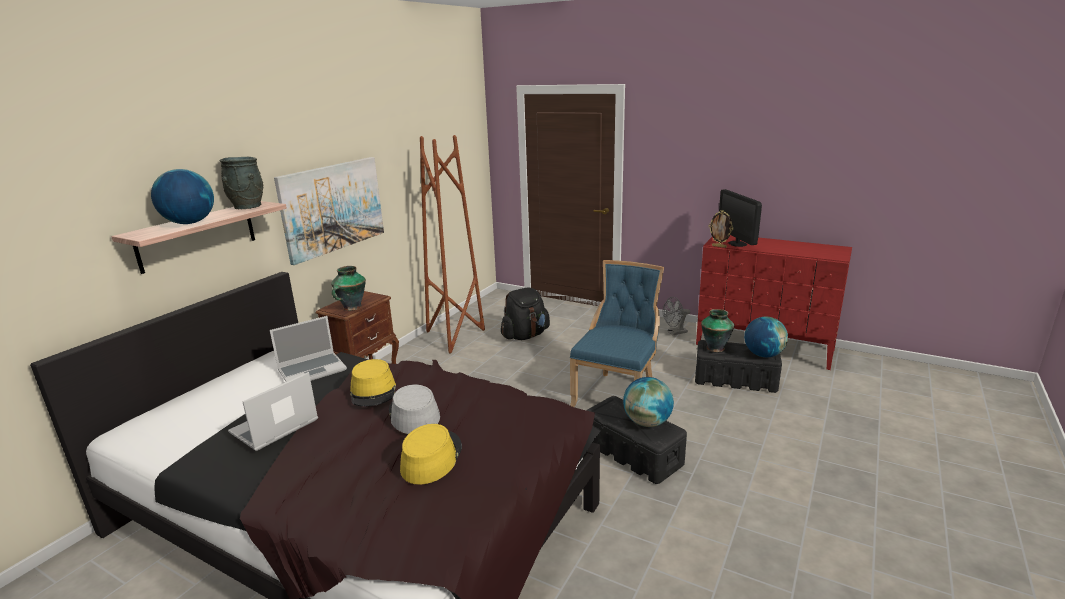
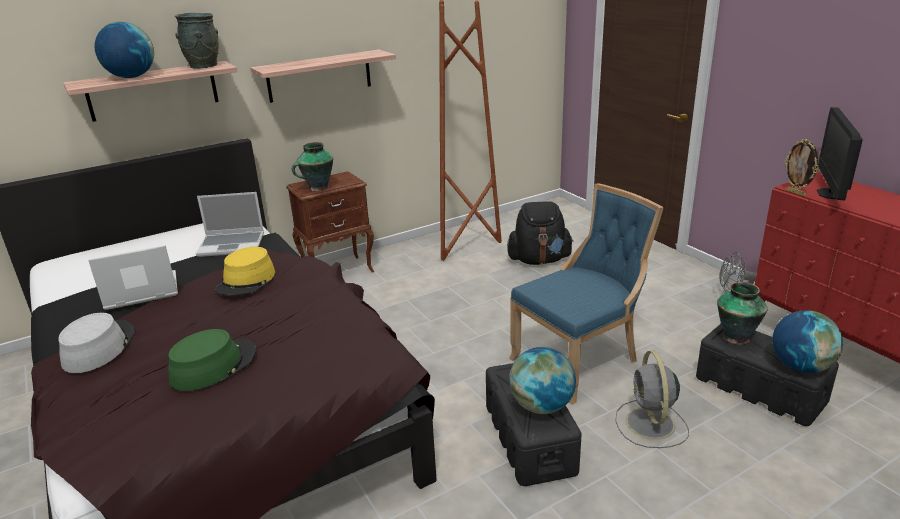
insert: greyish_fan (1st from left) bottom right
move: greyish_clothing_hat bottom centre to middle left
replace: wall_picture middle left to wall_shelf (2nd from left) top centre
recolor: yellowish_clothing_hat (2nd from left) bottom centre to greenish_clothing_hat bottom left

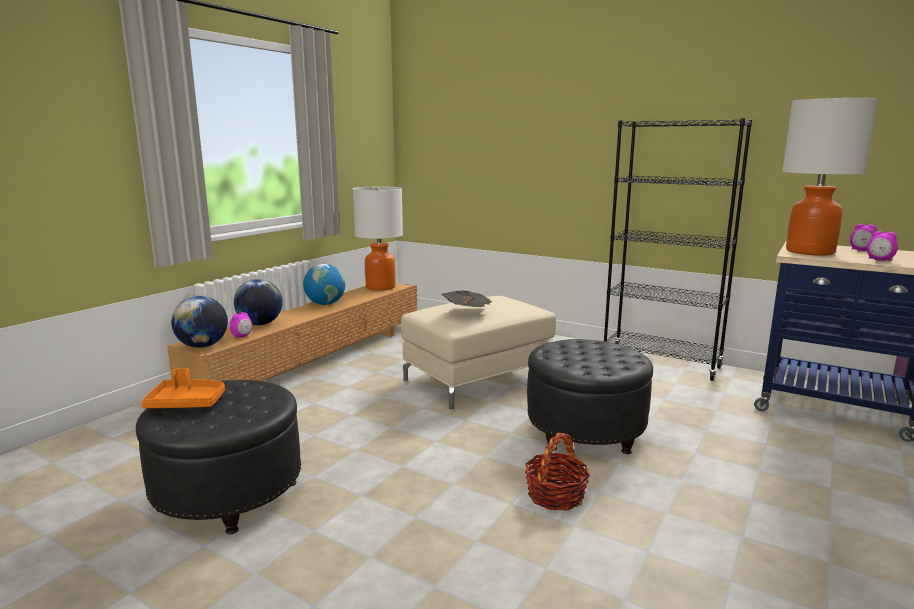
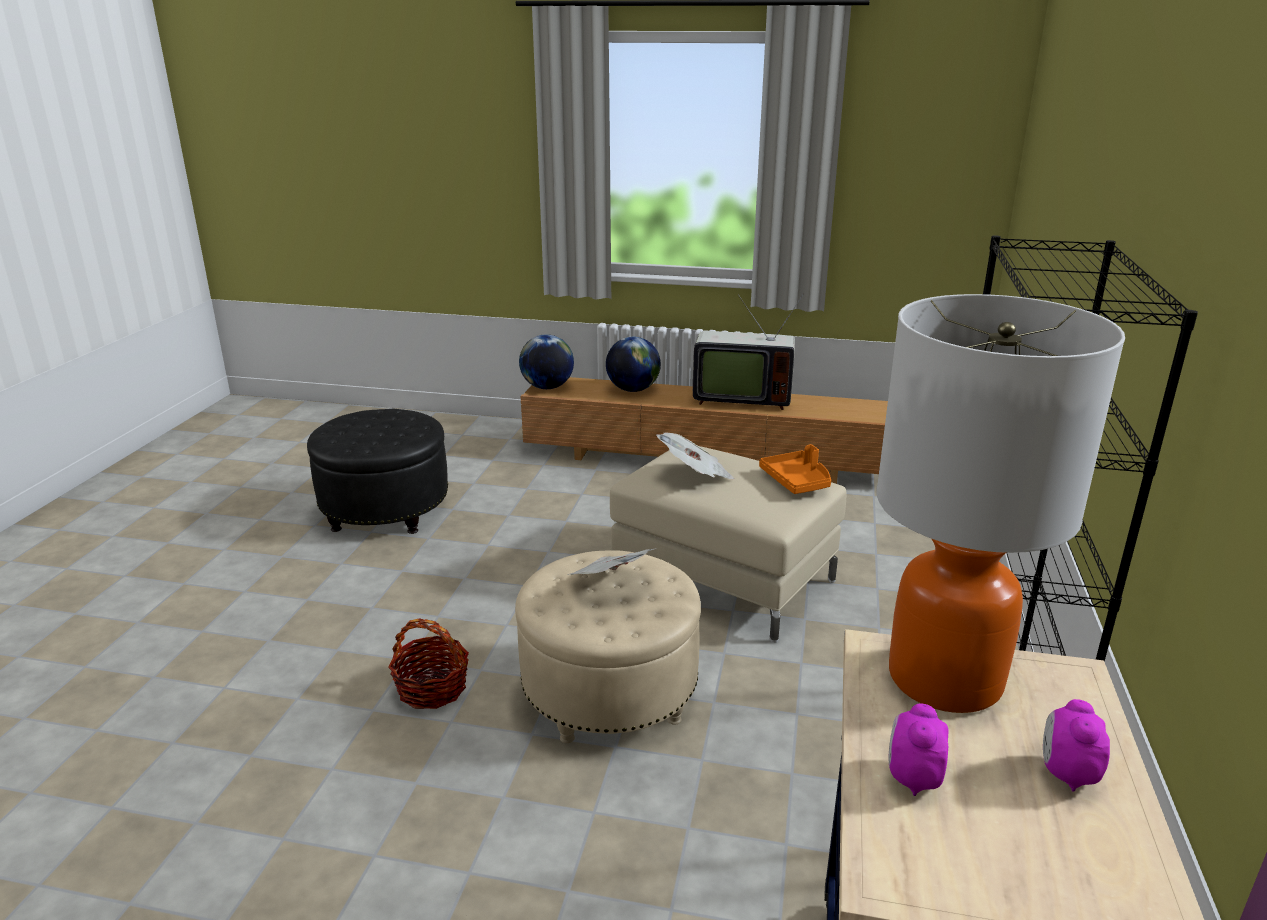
delete: bedside_clock (1st from left) middle left; table_lamp (1st from left) centre
insert: newspaper (1st from left) centre
move: orange-coloured_tray middle left to centre
replace: globe (3rd from left) centre to TV centre
recolor: black_ottoman (2nd from left) centre to beige_ottoman (1st from left) bottom centre

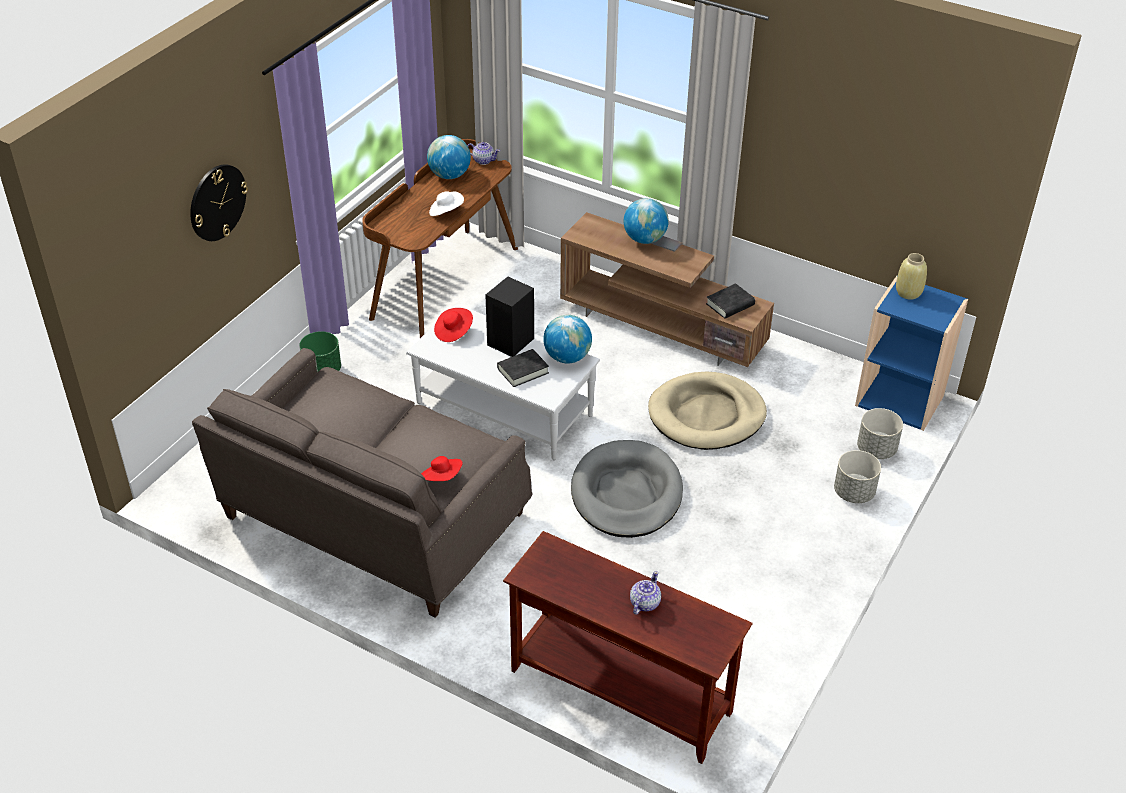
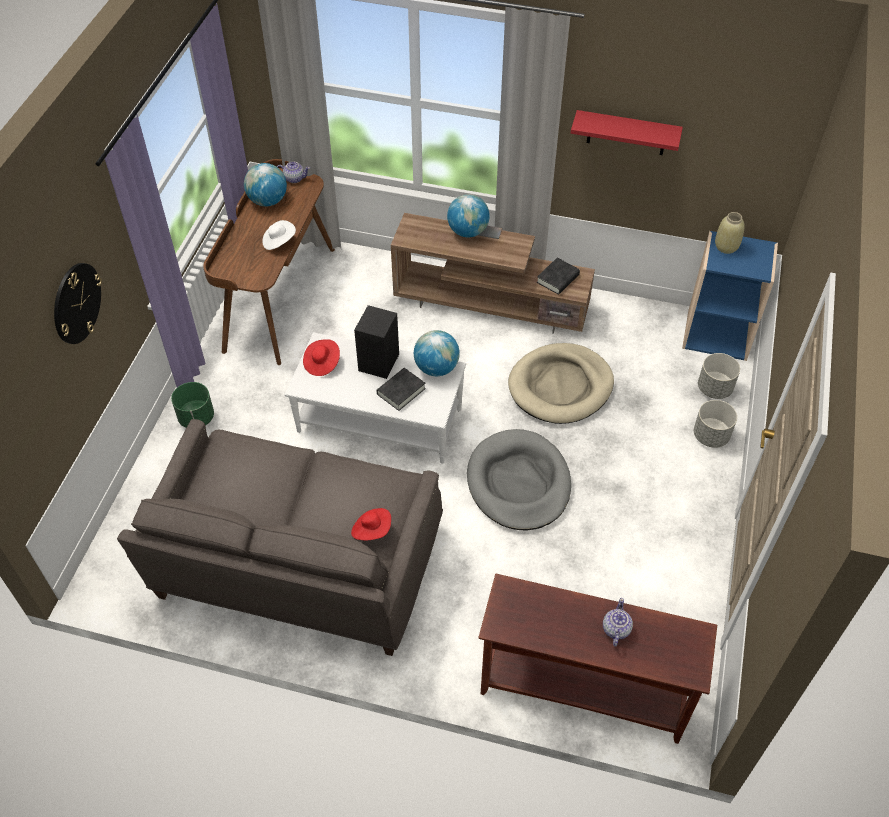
insert: reddish_wall_shelf top right

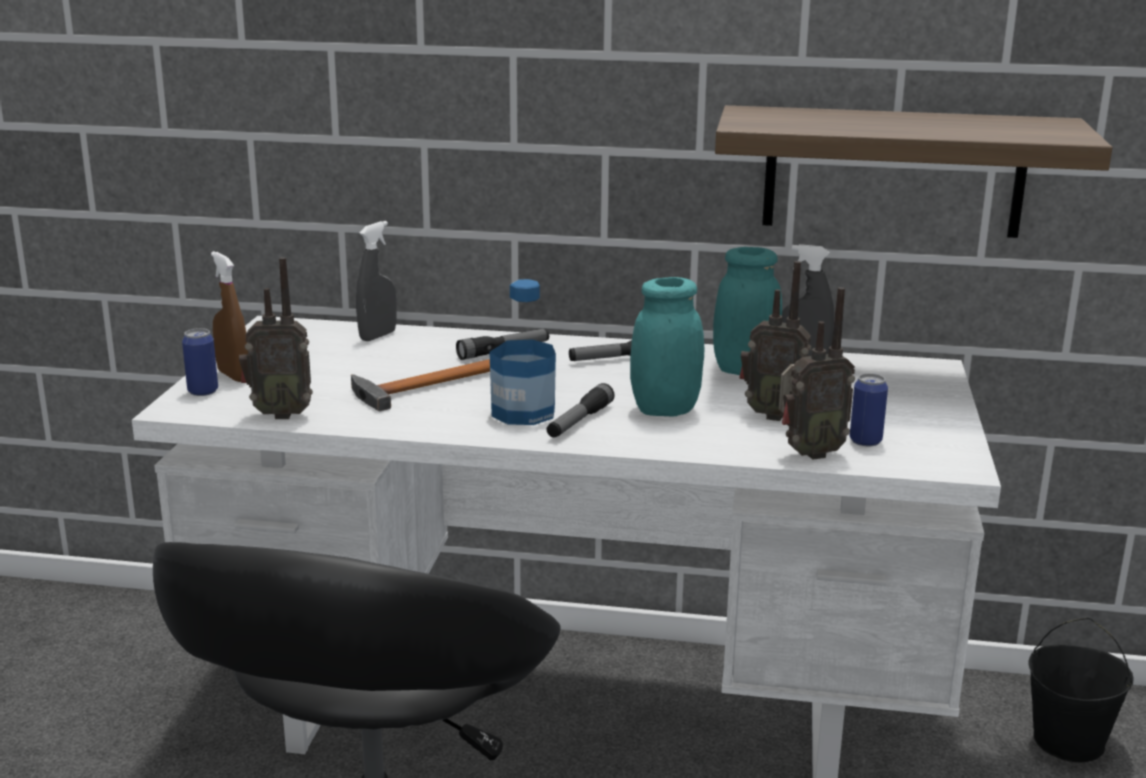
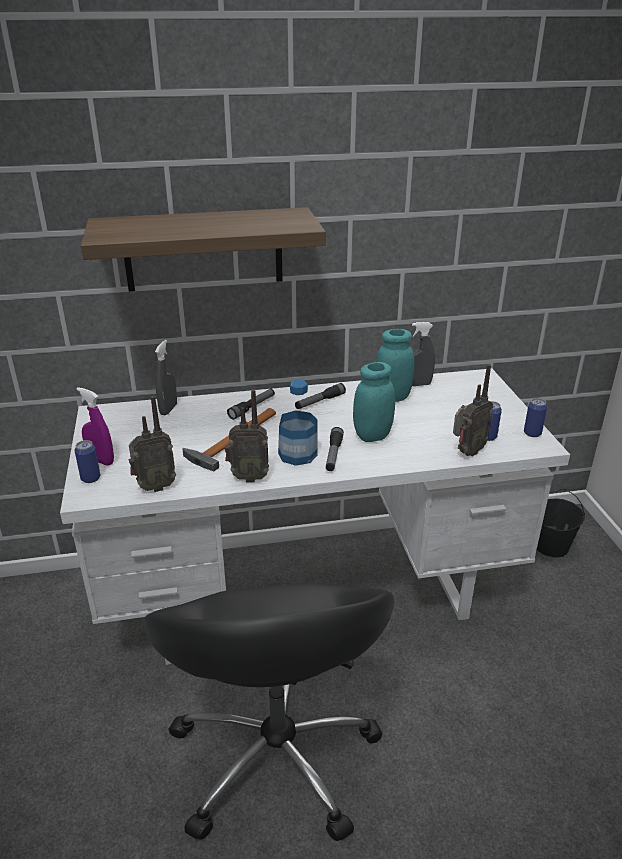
insert: metal_can (3rd from left) middle right
move: wall_shelf top right to top left; radio (2nd from left) middle right to centre
recolor: brown-coloured_sprayer middle left to purplish_sprayer middle left

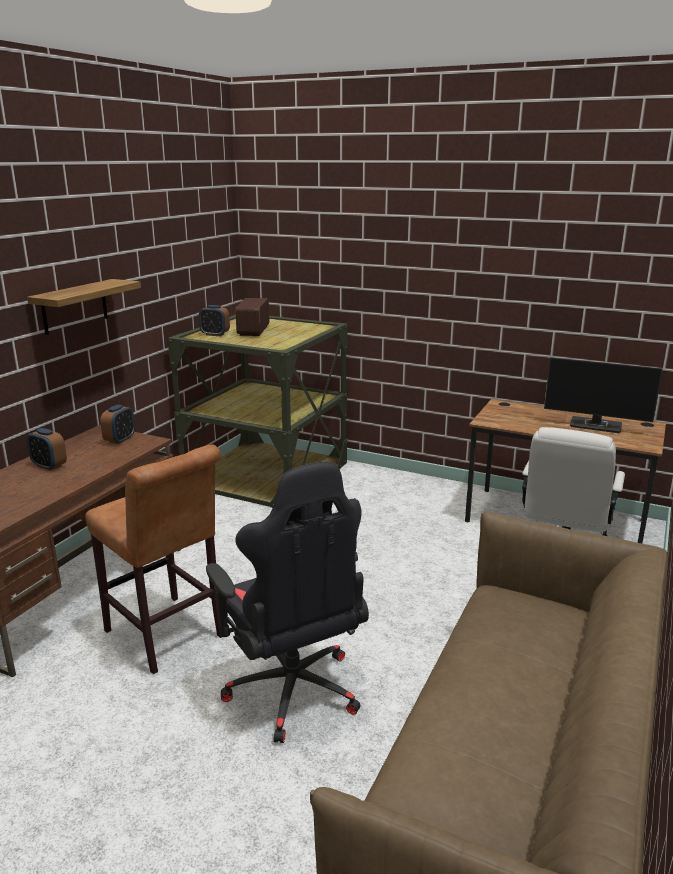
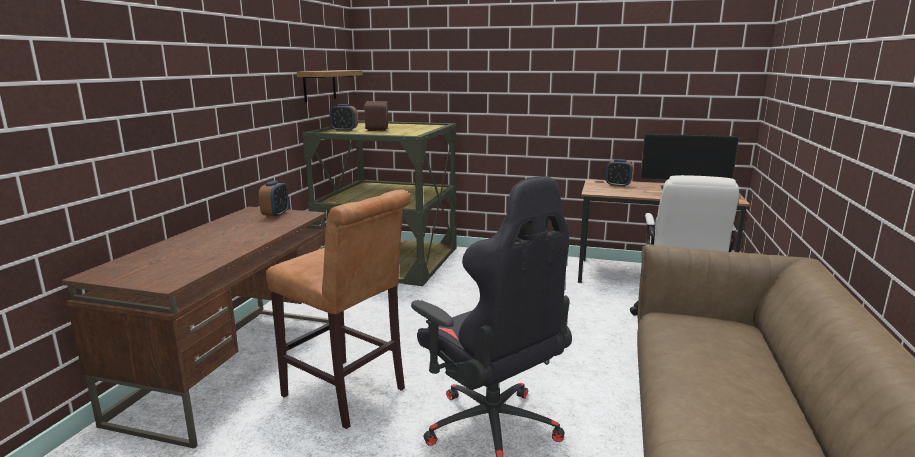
move: wall_shelf middle left to top centre; bedside_clock (1st from left in the first image) middle left to bedside_clock (3rd from left) middle right

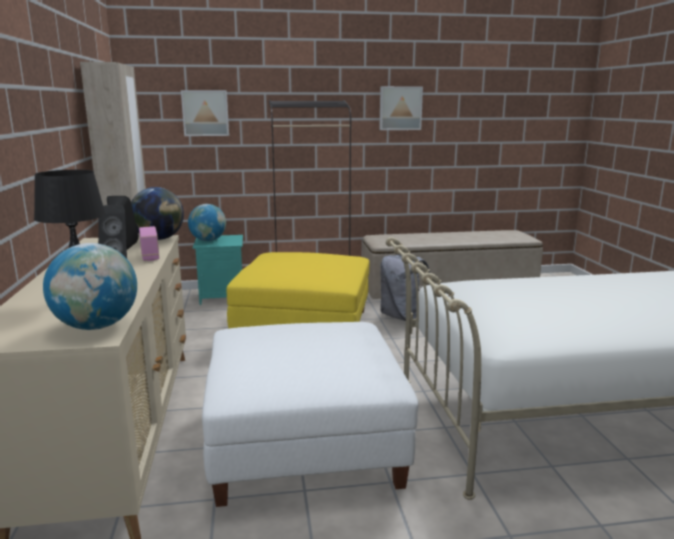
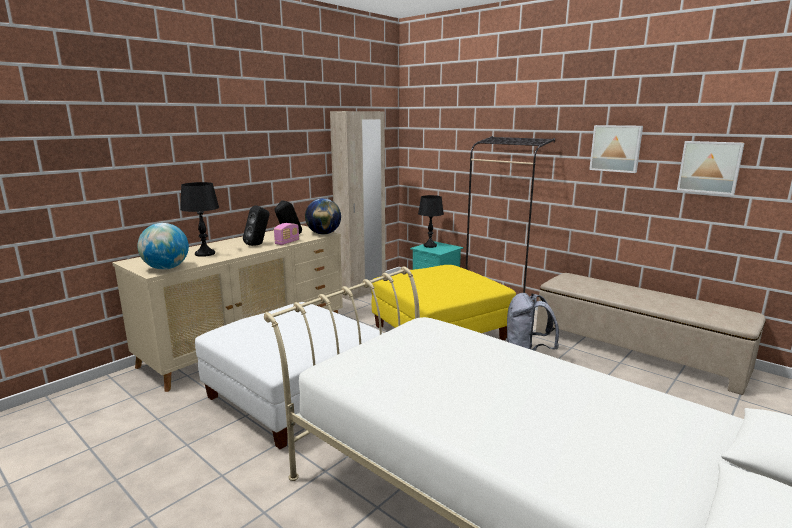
move: wall_picture (1st from left in the first image) top left to wall_picture (2nd from left) top right
replace: globe (3rd from left) middle left to black_table_lamp (2nd from left) centre

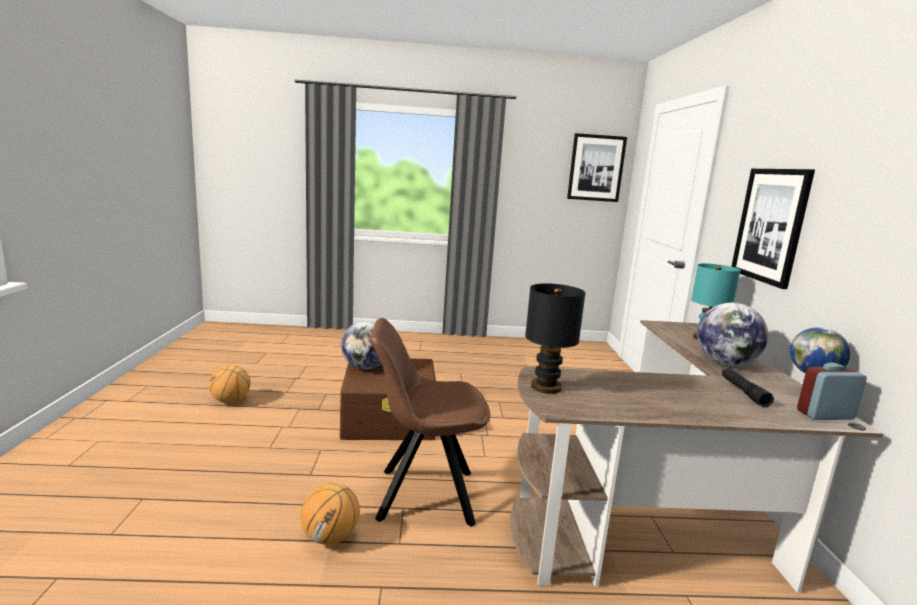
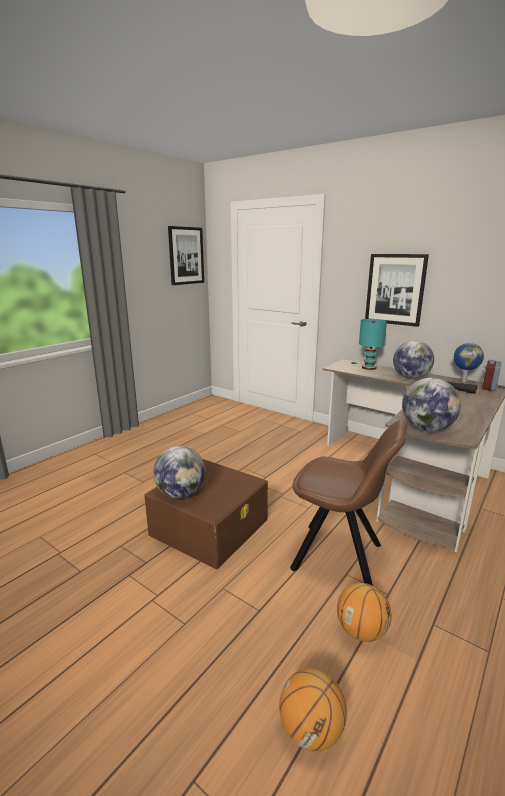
move: basketball_ball (1st from left) middle left to bottom centre
replace: black_table_lamp centre to globe (3rd from left) middle right
rotate: brown-coloured_chair bottom centre = middle right 105 degrees counterclockwise

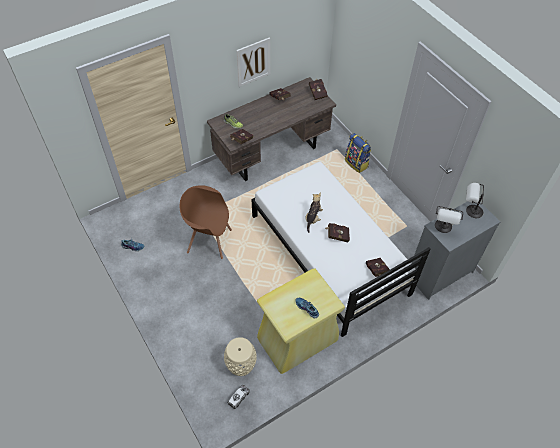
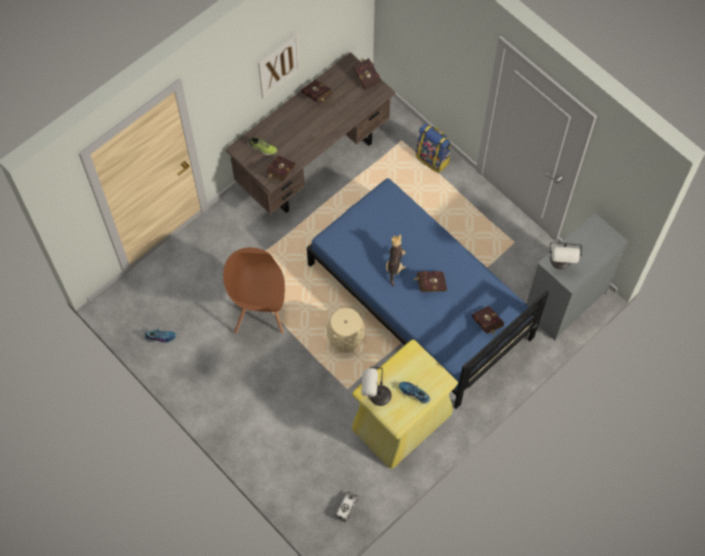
move: beige_sitting_stool bottom centre to centre; table_lamp (2nd from left in the first image) middle right to table_lamp (1st from left) bottom centre
recolor: white_bed centre to blue_bed centre

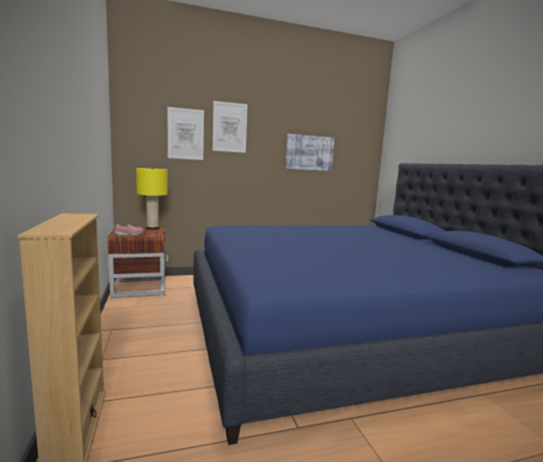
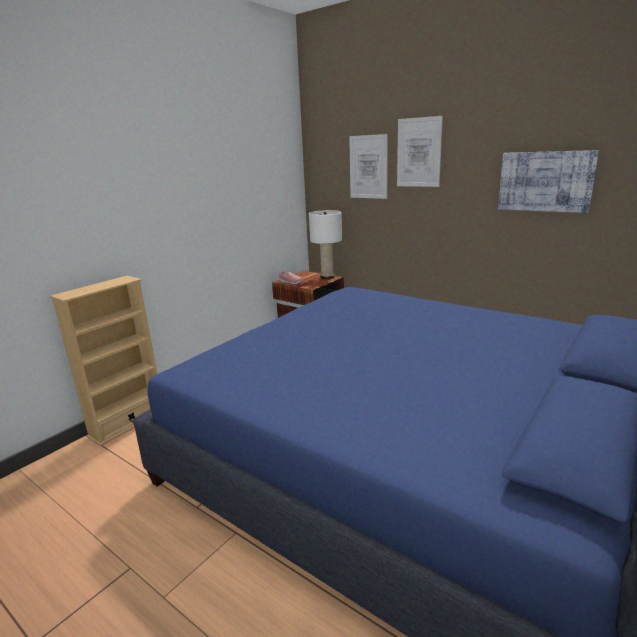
recolor: yellowish_table_lamp middle left to white_table_lamp centre

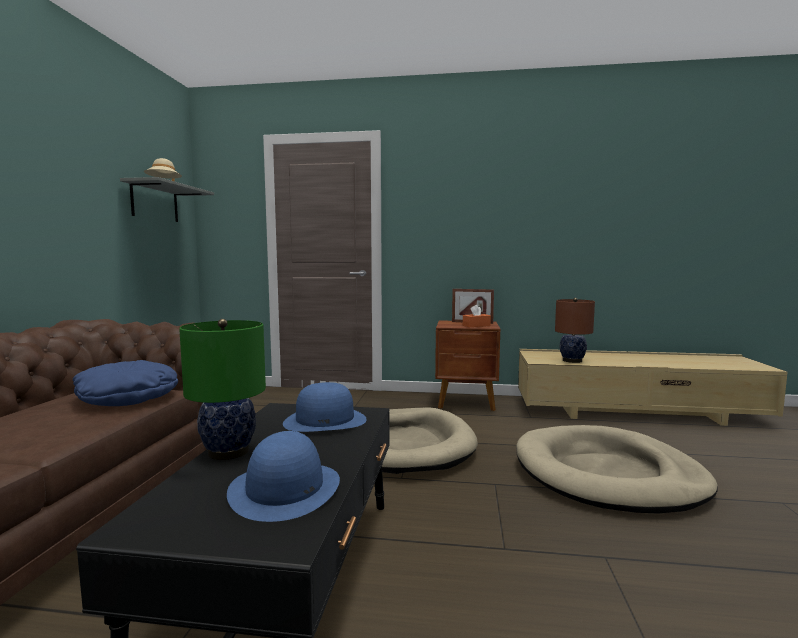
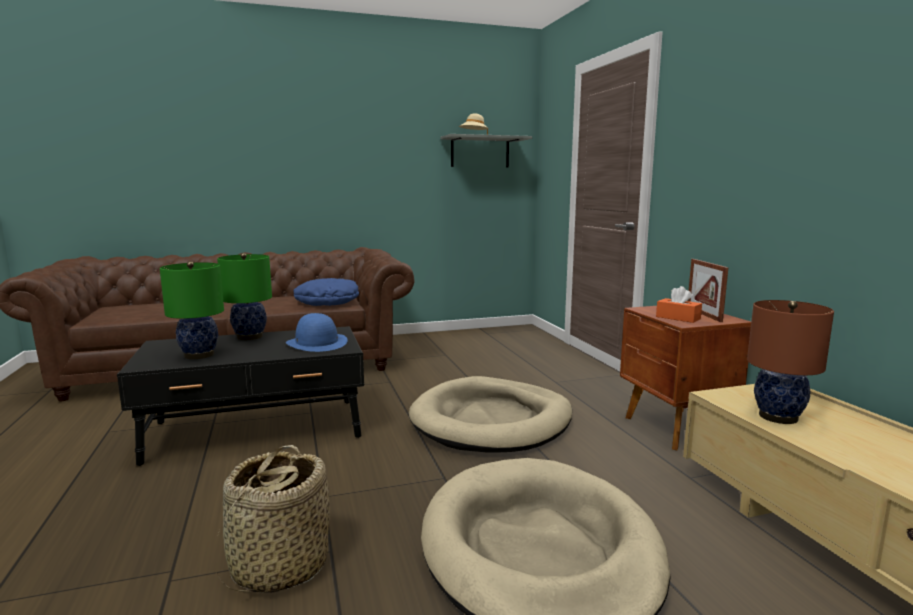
insert: household_basket bottom left
replace: blue_clothing_hat (1st from left) bottom centre to greenish_table_lamp (1st from left) middle left

